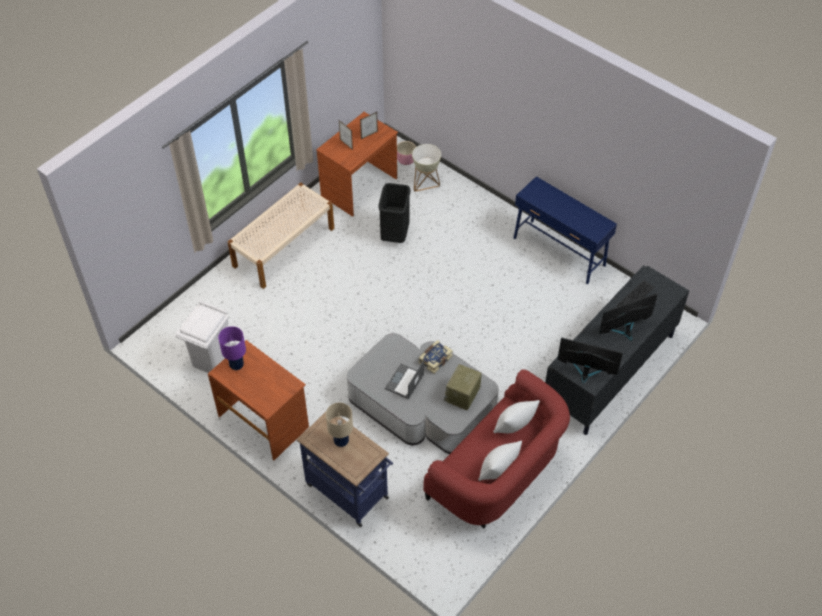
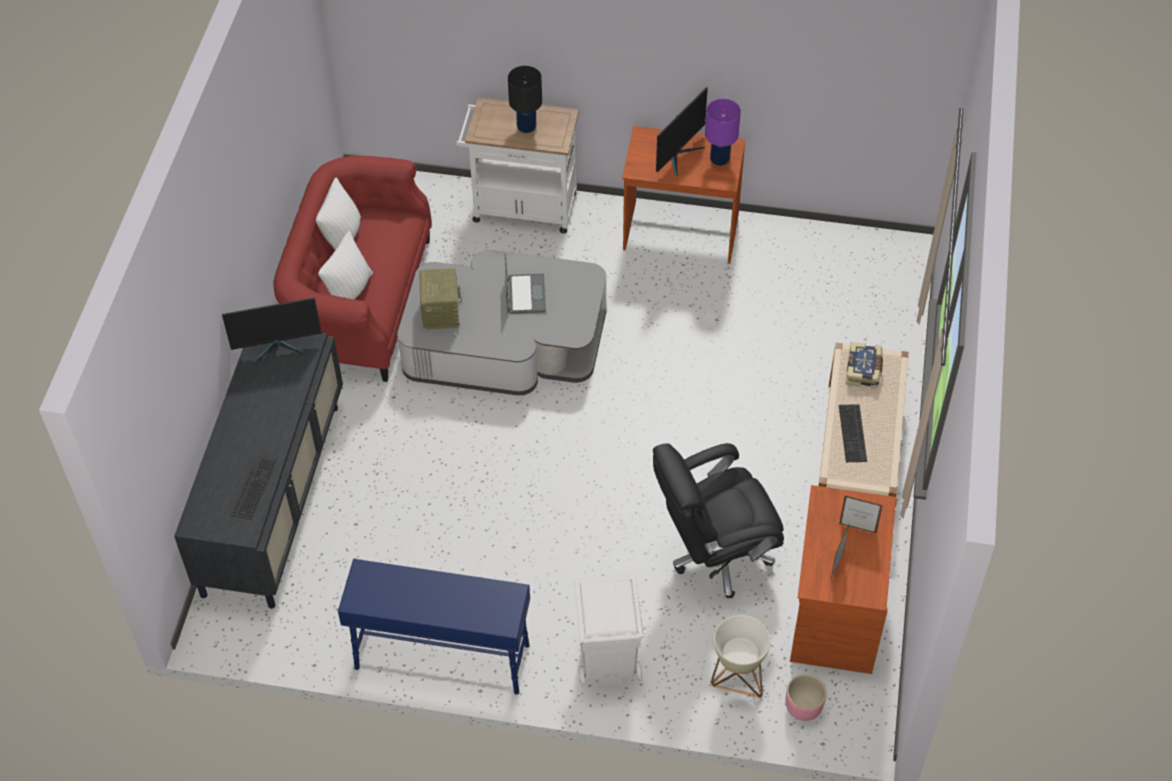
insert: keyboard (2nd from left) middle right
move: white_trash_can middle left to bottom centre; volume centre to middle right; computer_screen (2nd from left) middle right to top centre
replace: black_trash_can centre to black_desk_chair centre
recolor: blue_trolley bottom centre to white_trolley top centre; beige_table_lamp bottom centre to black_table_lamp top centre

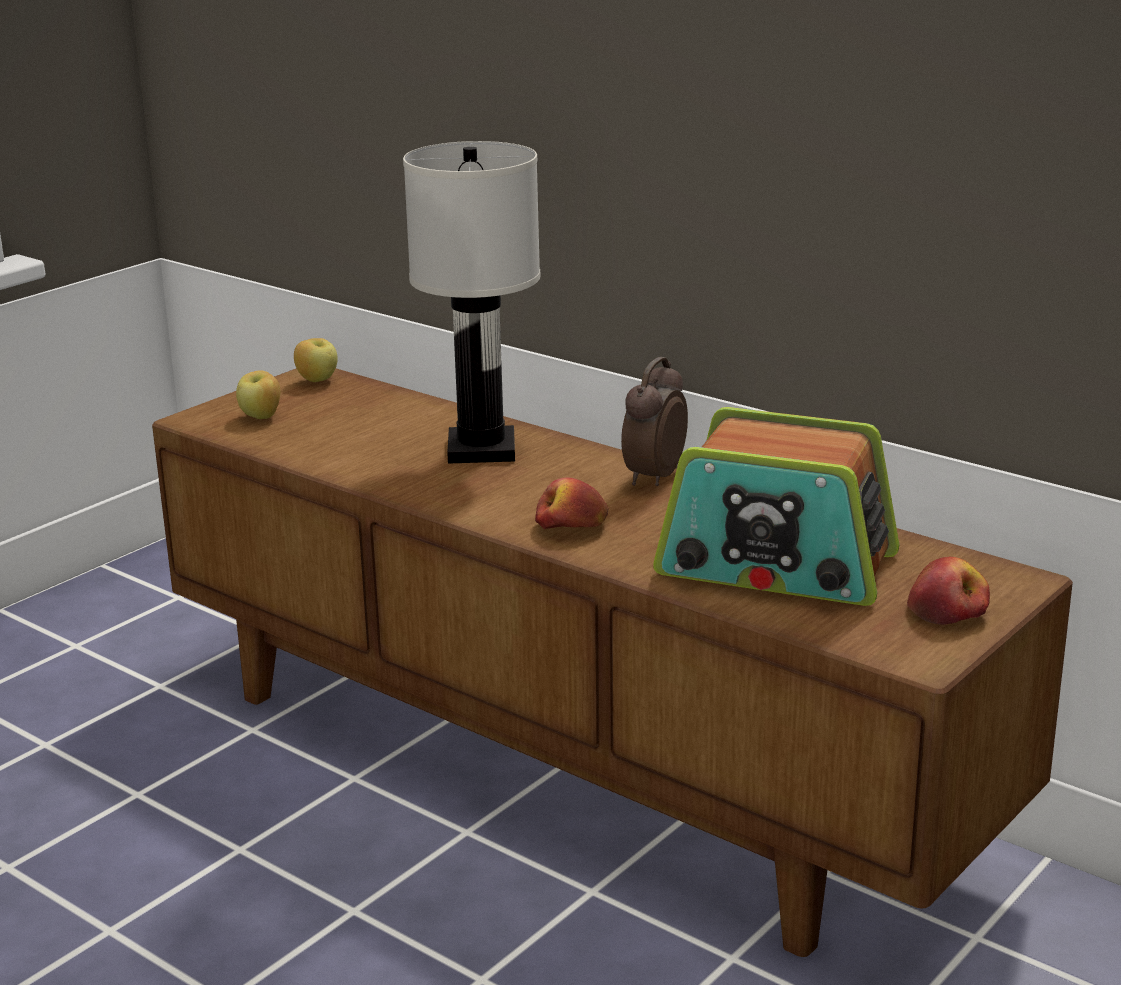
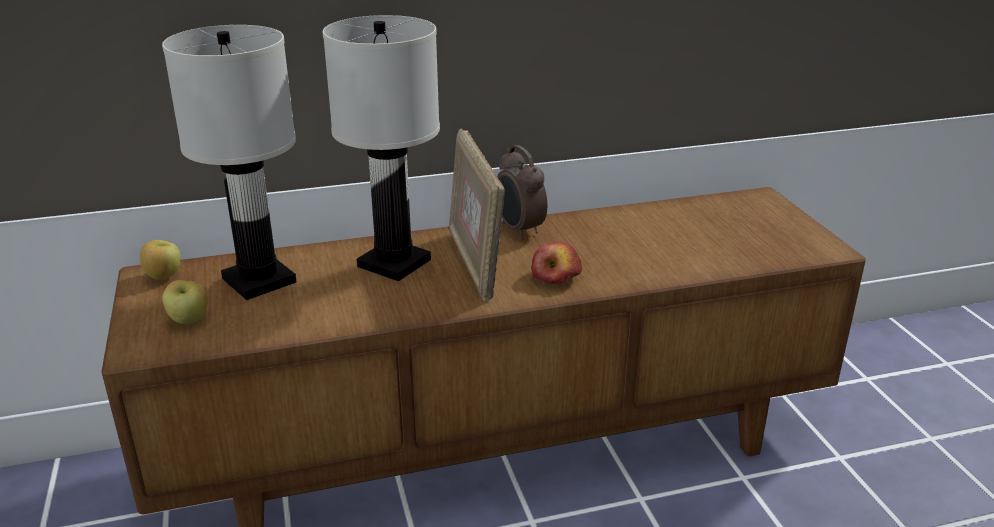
delete: radio middle right; apple_fruit (4th from left) middle right
insert: white_table_lamp (1st from left) top left; picture_frame centre

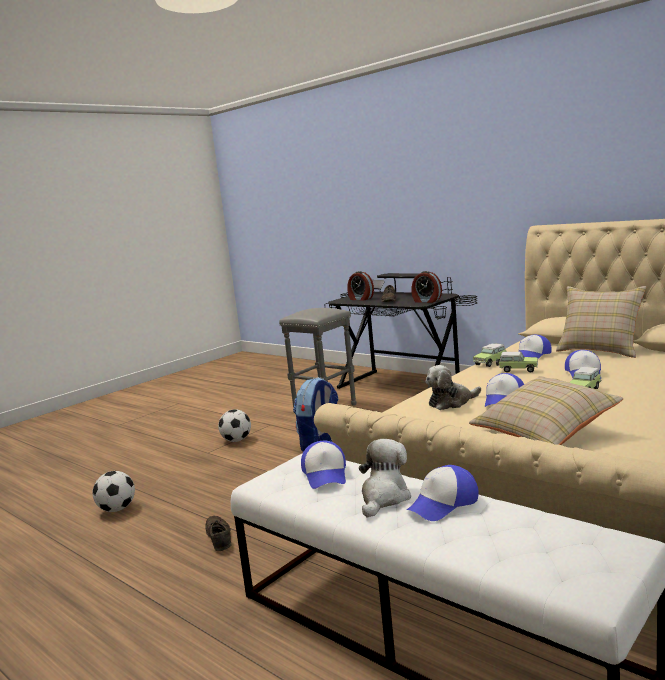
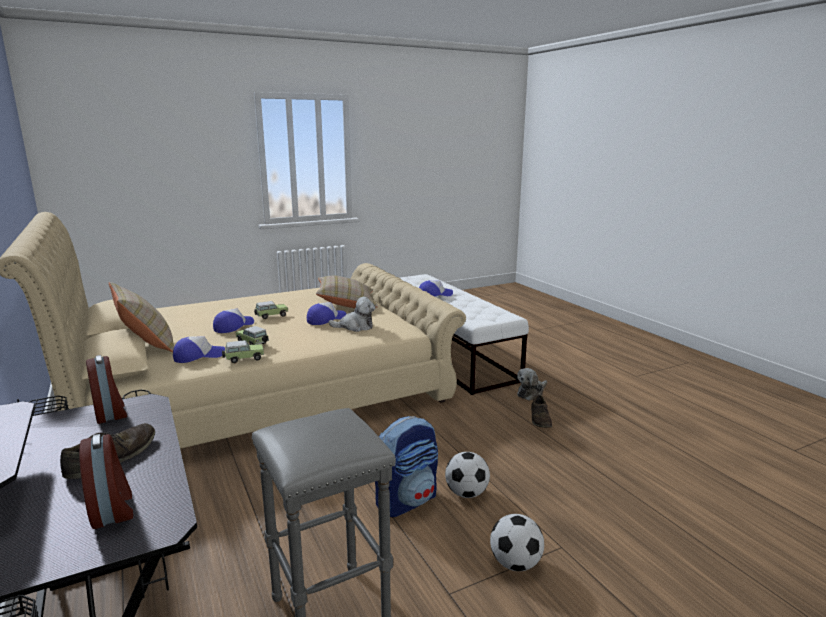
delete: cap (1st from left) bottom centre
move: ball_for_football (1st from left) bottom left to bottom centre; cuddly_toy (1st from left in the first image) bottom centre to cuddly_toy (2nd from left) centre

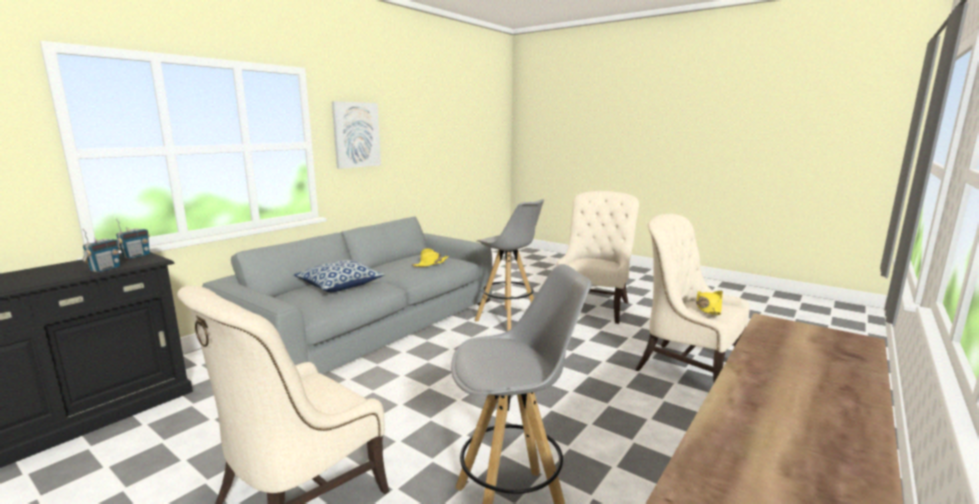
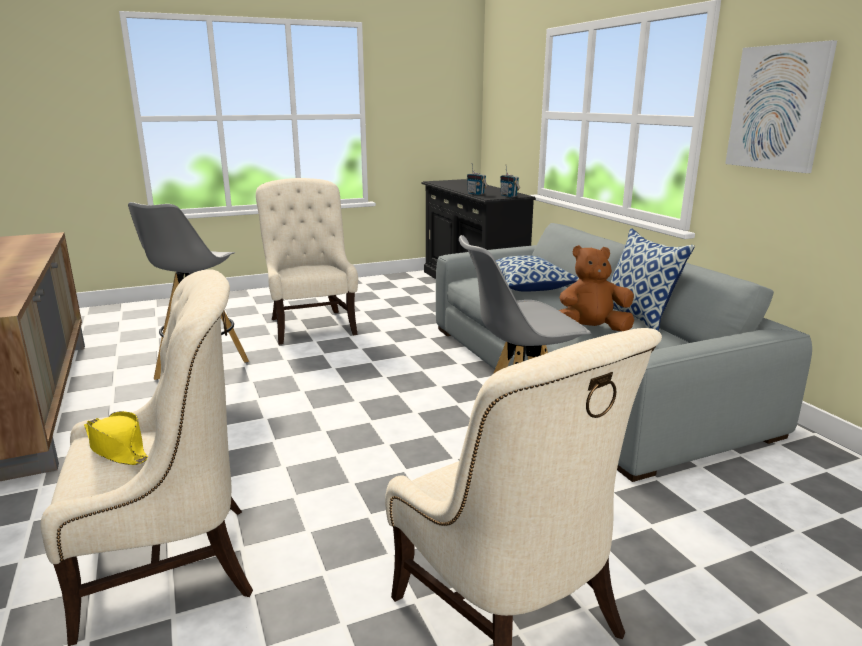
insert: cushion (2nd from left) middle right
replace: yellowish_clothing_hat (1st from left) centre to brown-coloured_cuddly_toy middle right

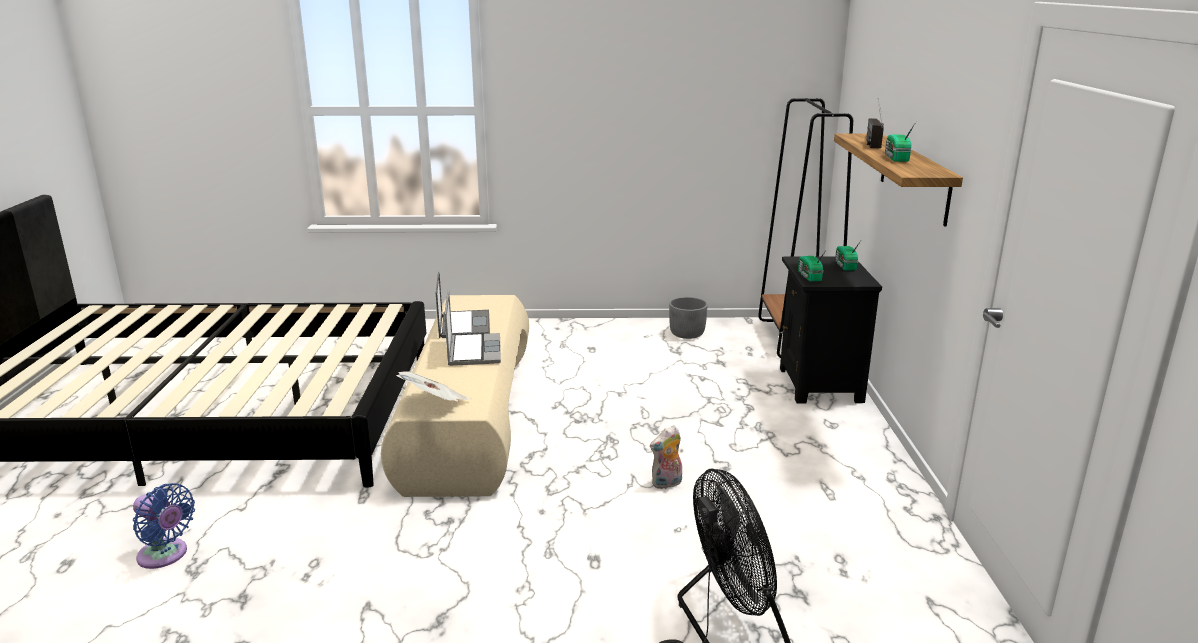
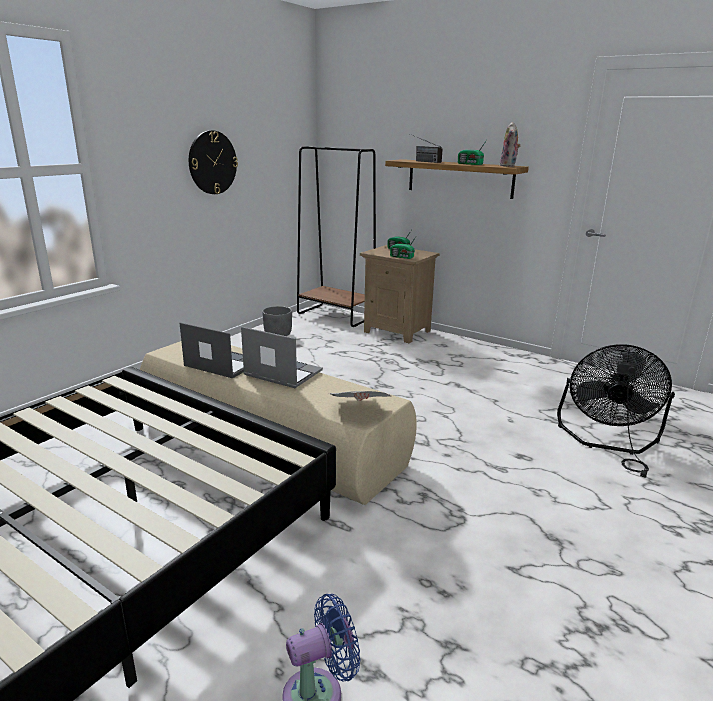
insert: hanging_clock top left
move: cuddly_toy bottom centre to top right
recolor: black_night_table middle right to beige_night_table centre

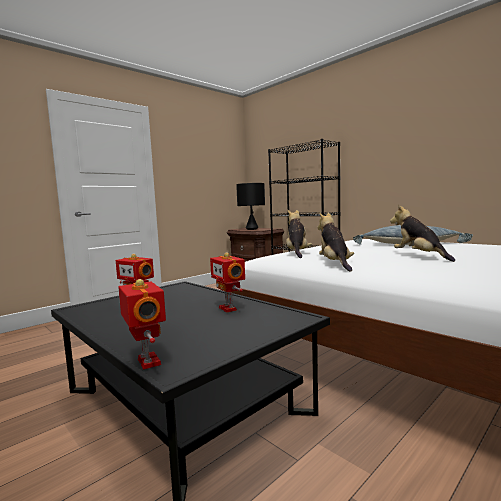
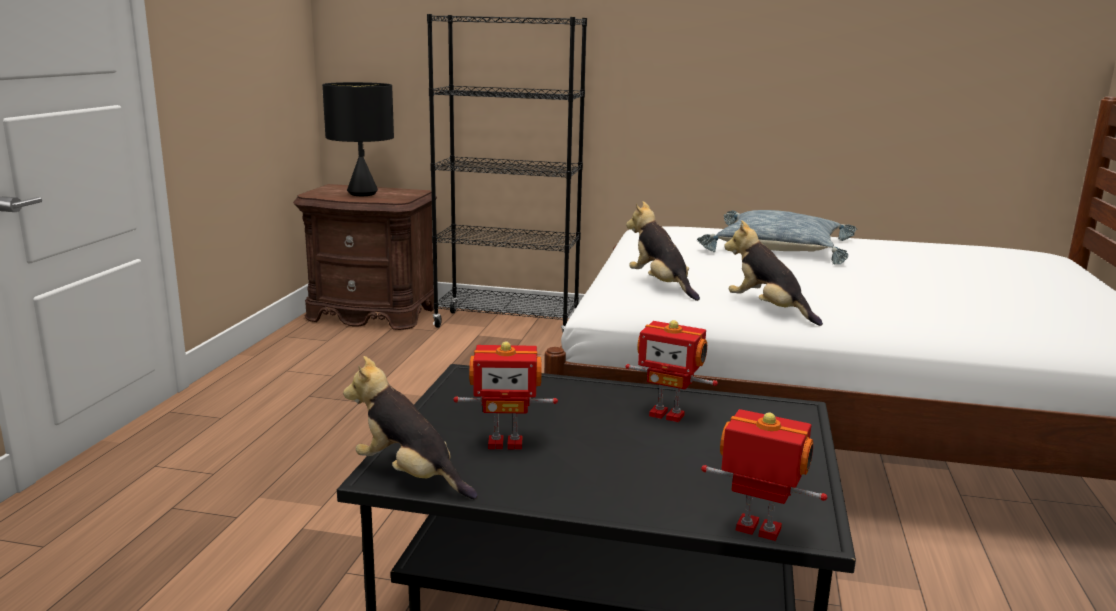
move: cuddly_toy (3rd from left in the first image) middle right to cuddly_toy (1st from left) bottom centre

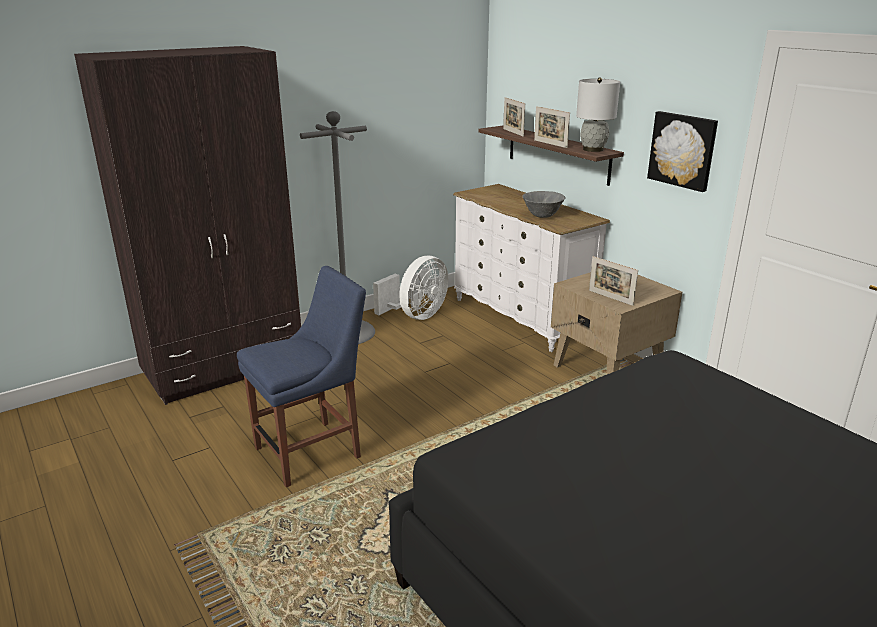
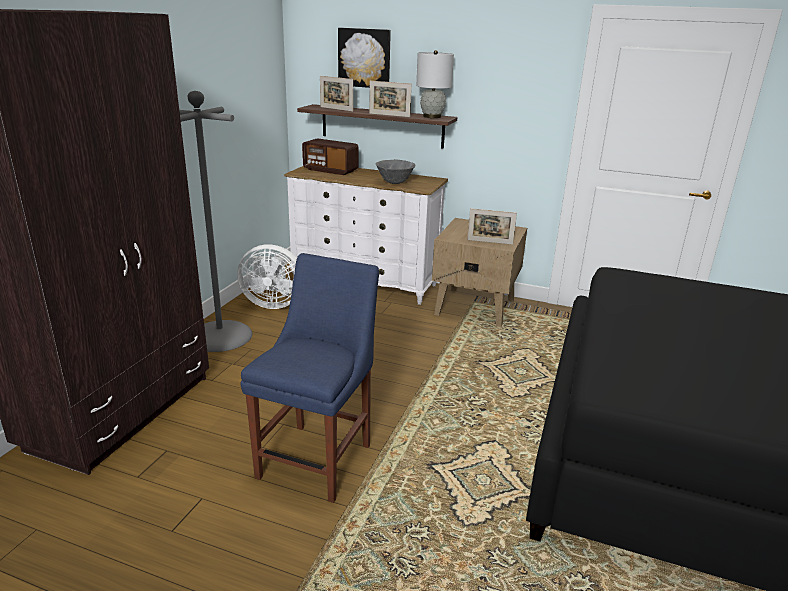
insert: radio top centre
move: wall_picture top right to top centre
rotate: white_fan centre = centre 90 degrees clockwise

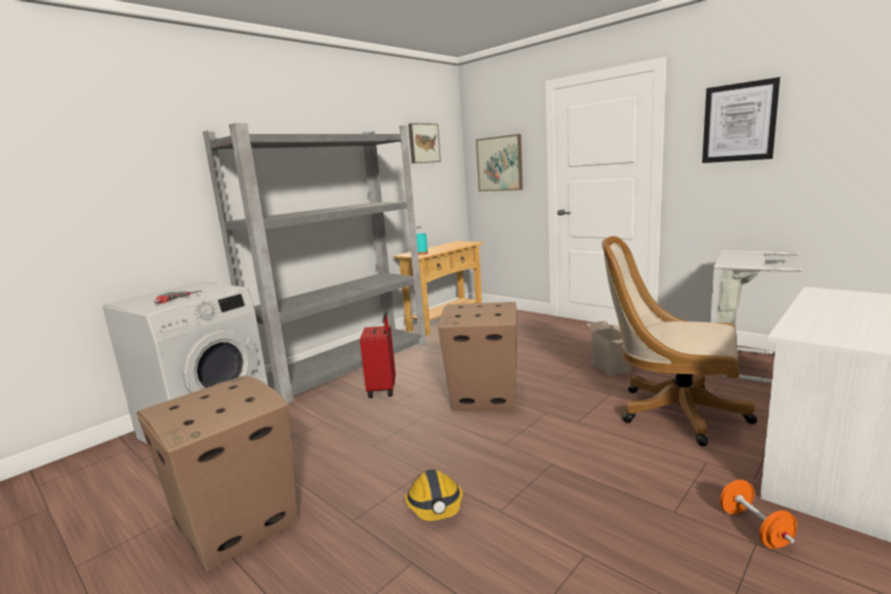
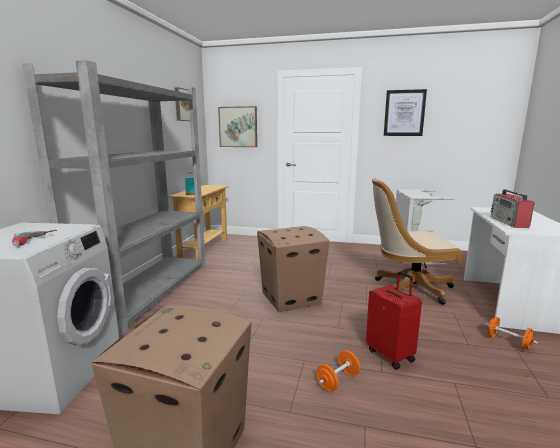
delete: carton (3rd from left) middle right
insert: radio middle right
move: reddish_travel_case centre to bottom right
replace: work_helmet bottom centre to orange-coloured_dumbbell (1st from left) bottom centre

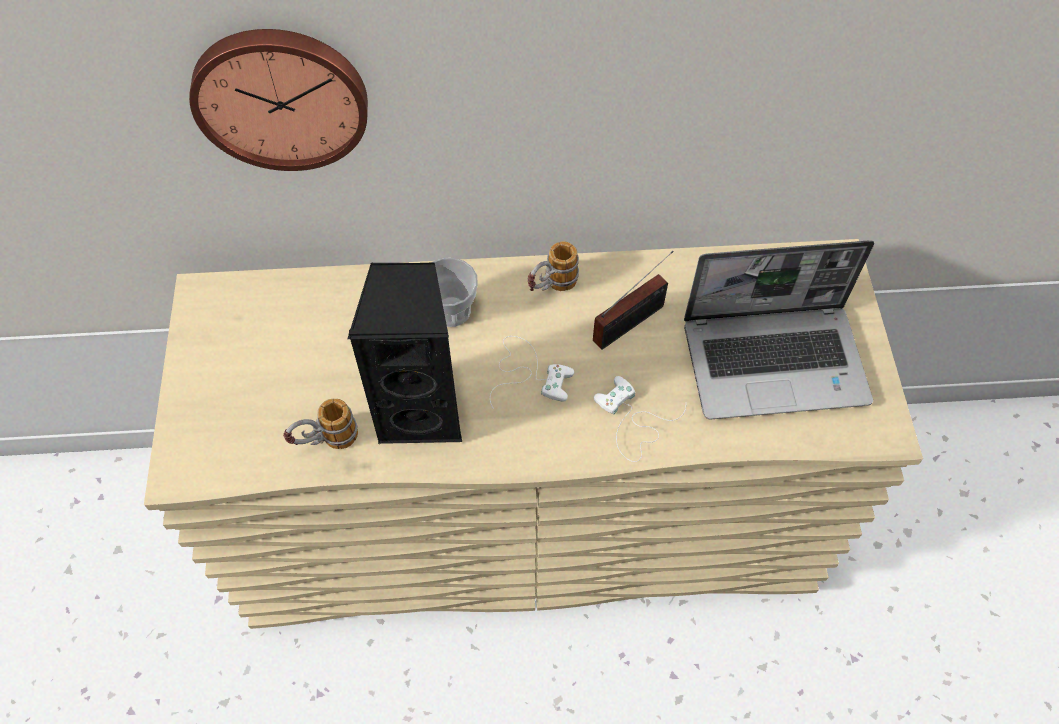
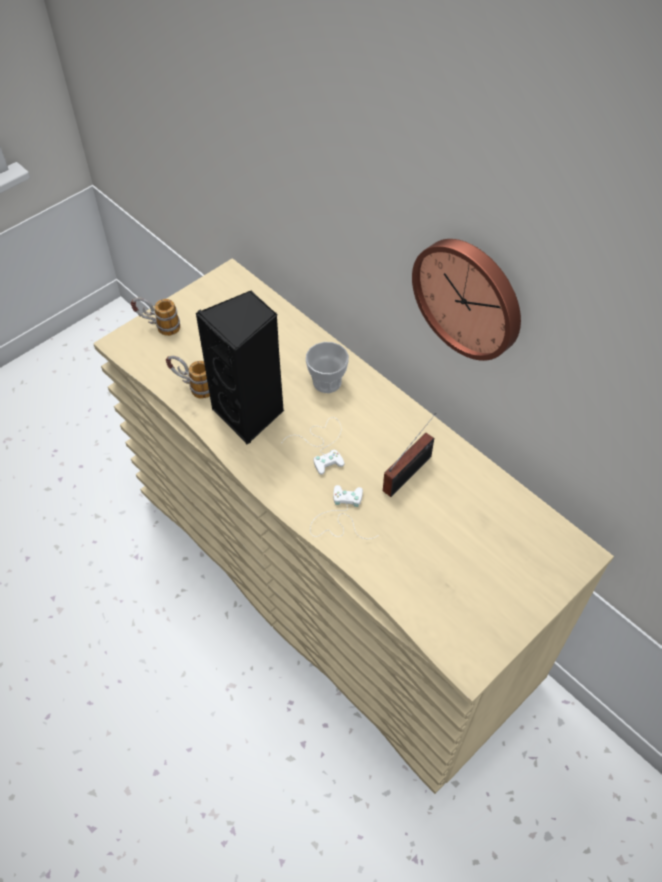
delete: laptop middle right
move: hanging_clock top left to middle right; coffee_mug (2nd from left in the first image) centre to coffee_mug (1st from left) middle left
rotate: radio centre = centre 60 degrees counterclockwise

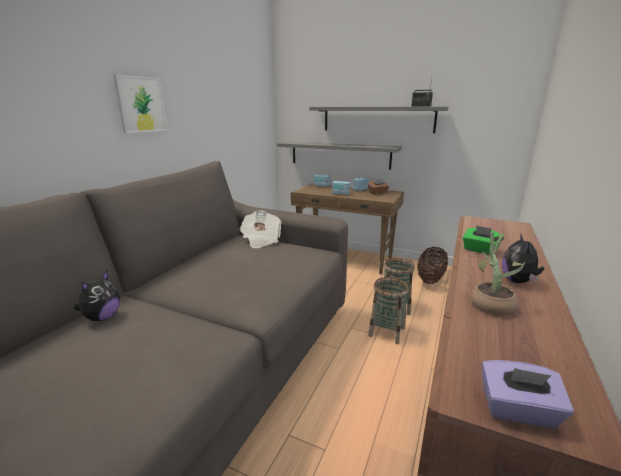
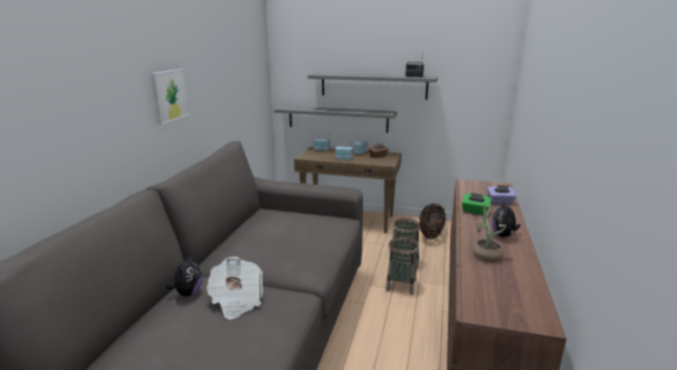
move: newspaper centre to bottom centre; purplish_tissue_box bottom right to middle right

